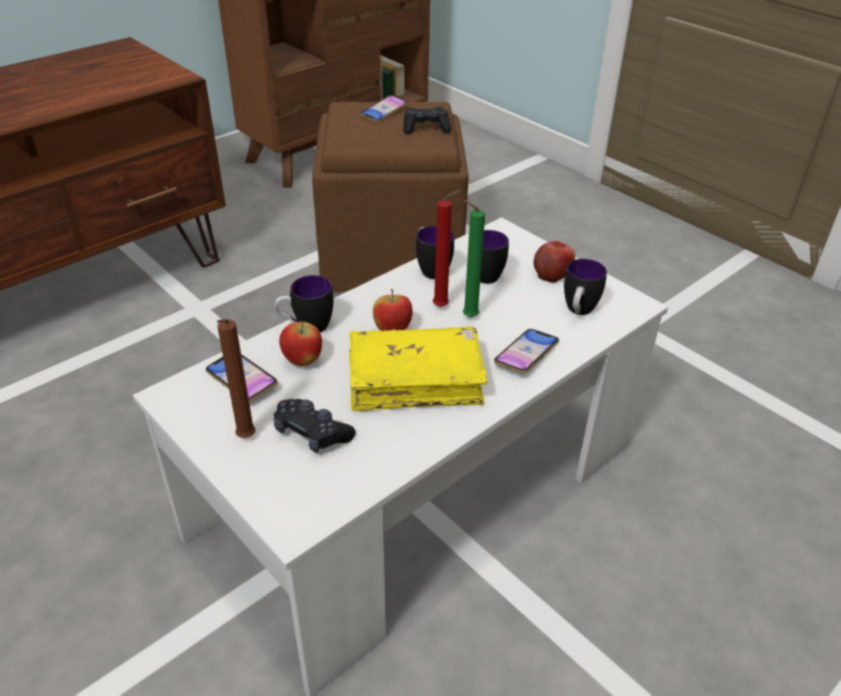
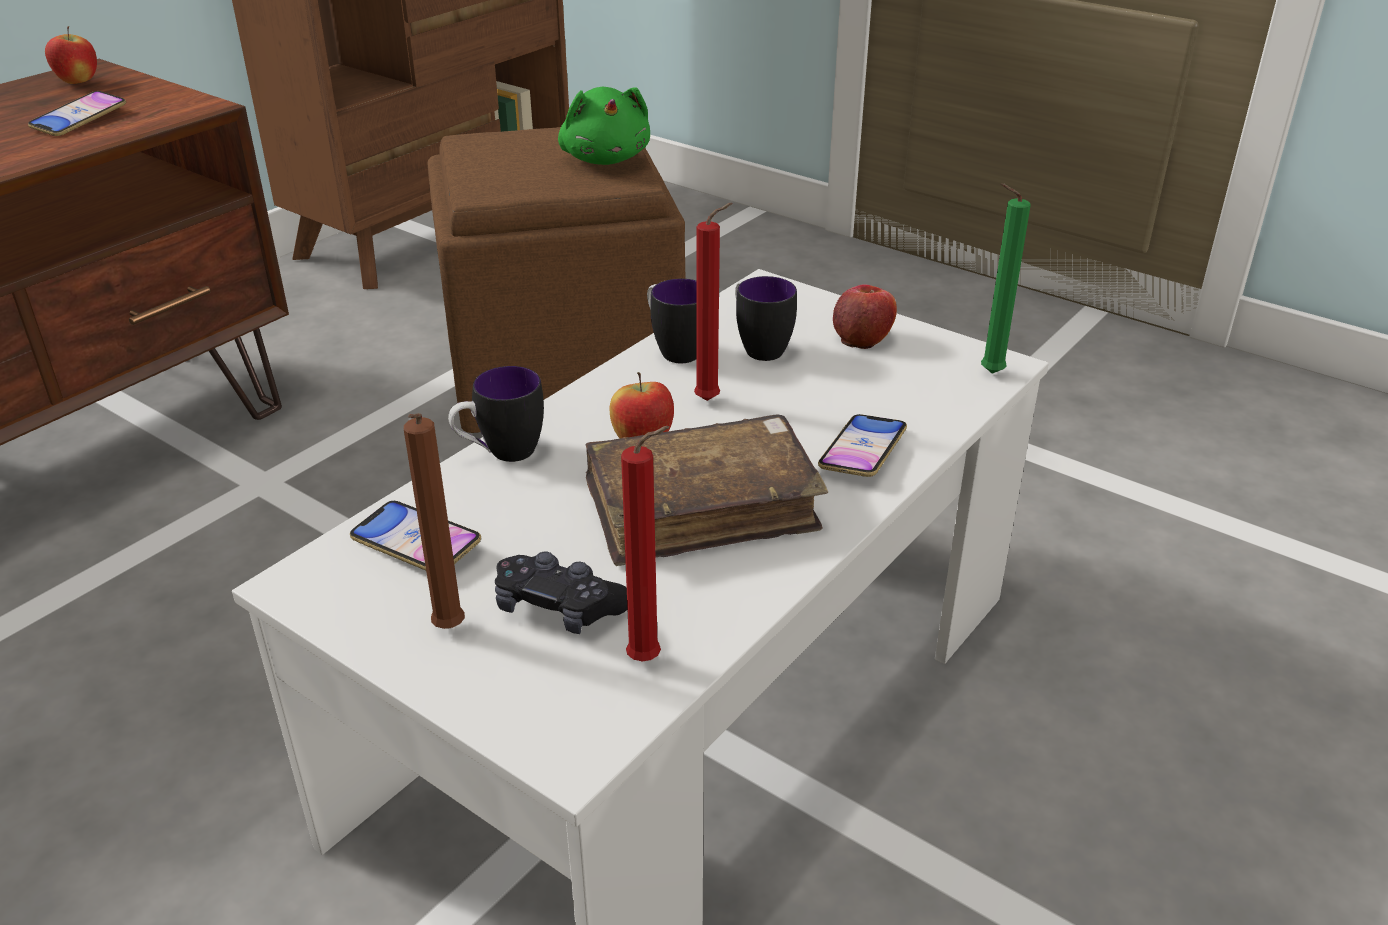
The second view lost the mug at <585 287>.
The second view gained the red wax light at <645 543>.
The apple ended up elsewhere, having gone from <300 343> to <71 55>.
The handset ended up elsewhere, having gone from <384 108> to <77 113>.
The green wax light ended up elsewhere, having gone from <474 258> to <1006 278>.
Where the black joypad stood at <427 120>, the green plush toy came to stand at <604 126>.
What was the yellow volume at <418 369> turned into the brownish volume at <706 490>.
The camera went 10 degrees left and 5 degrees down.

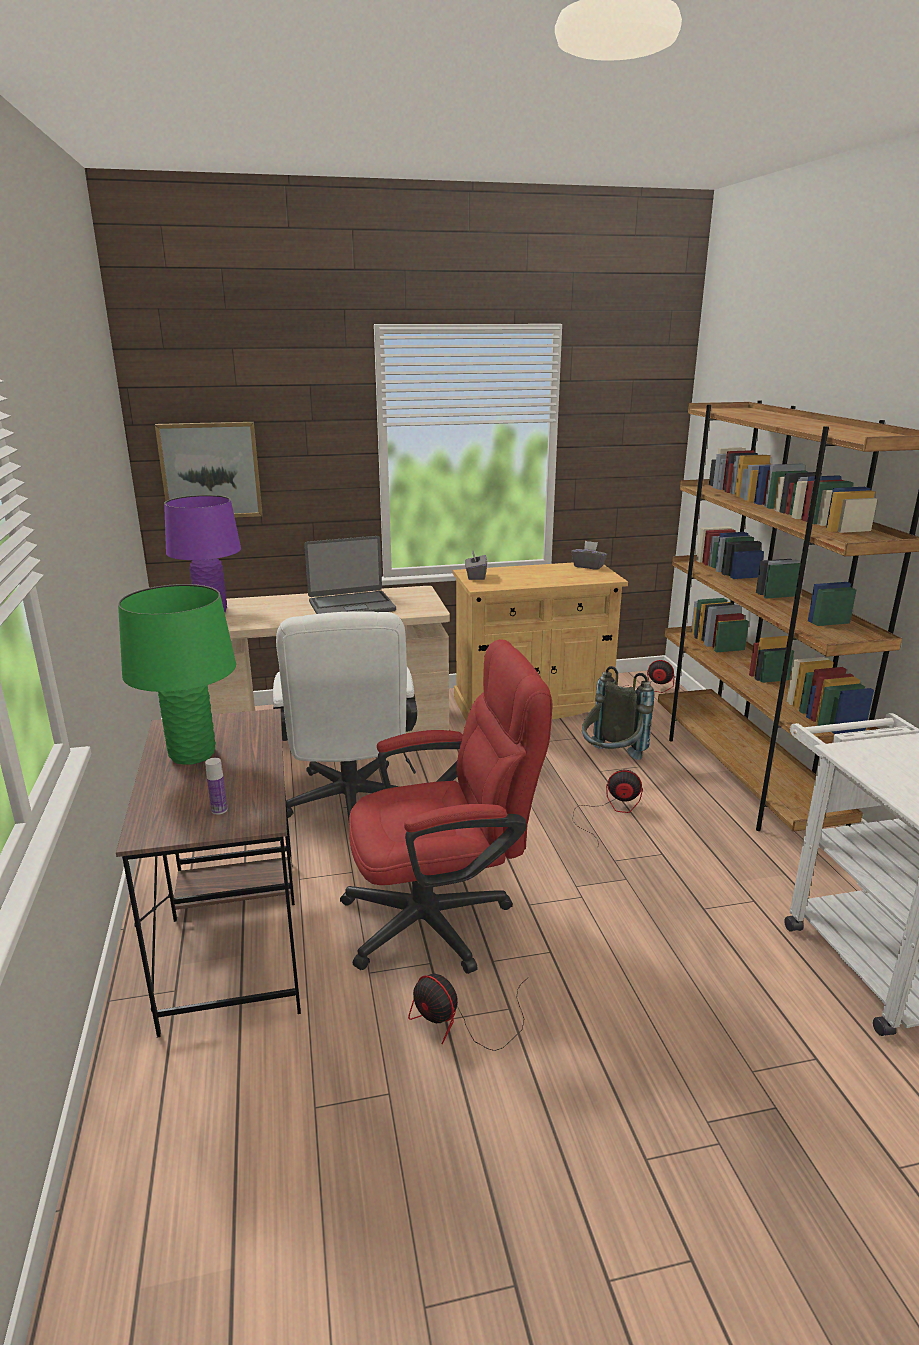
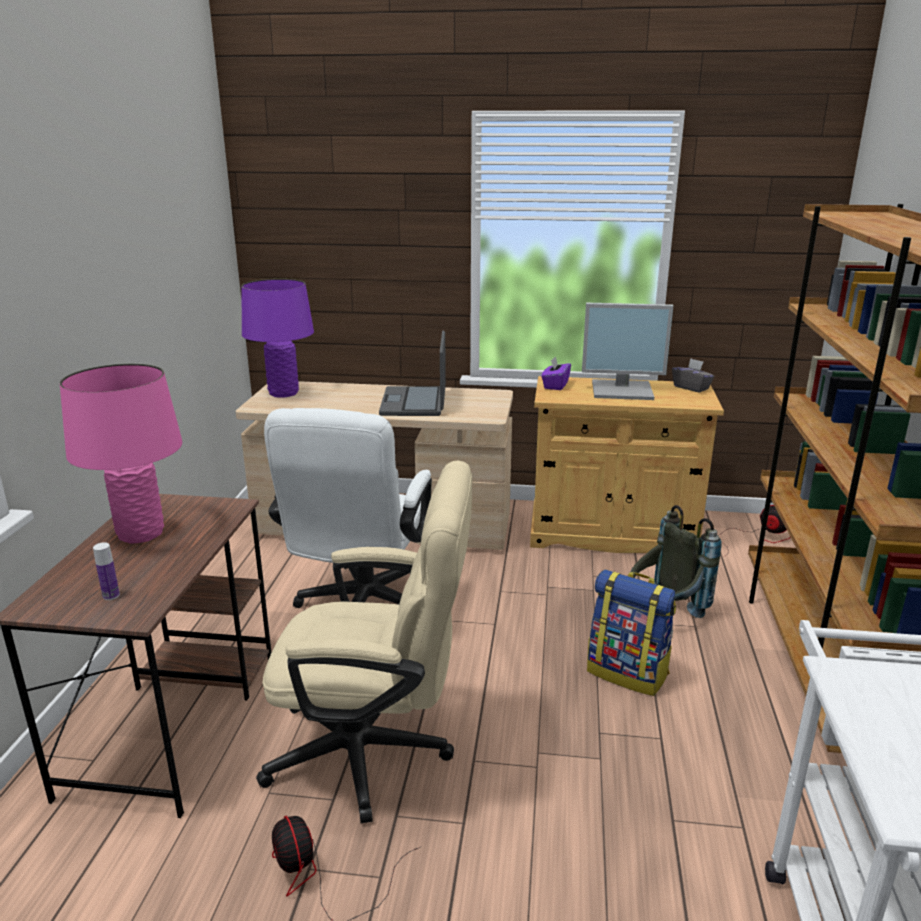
The second view lost the wall picture at <209 470>.
The second view gained the computer display at <627 351>.
Where the fan stood at <607 807>, the rucksack came to stand at <631 632>.
What was the green table lamp at <177 674> turned into the pink-coloured table lamp at <121 454>.
What was the red office chair at <446 806> turned into the beige-coloured office chair at <364 642>.
What was the grey tissue holder at <476 565> turned into the purple tissue holder at <556 373>.
The notebook computer at <350 575> ended up facing another way, 90 degrees clockwise from before.
The camera went 20 degrees right and 0 degrees up.

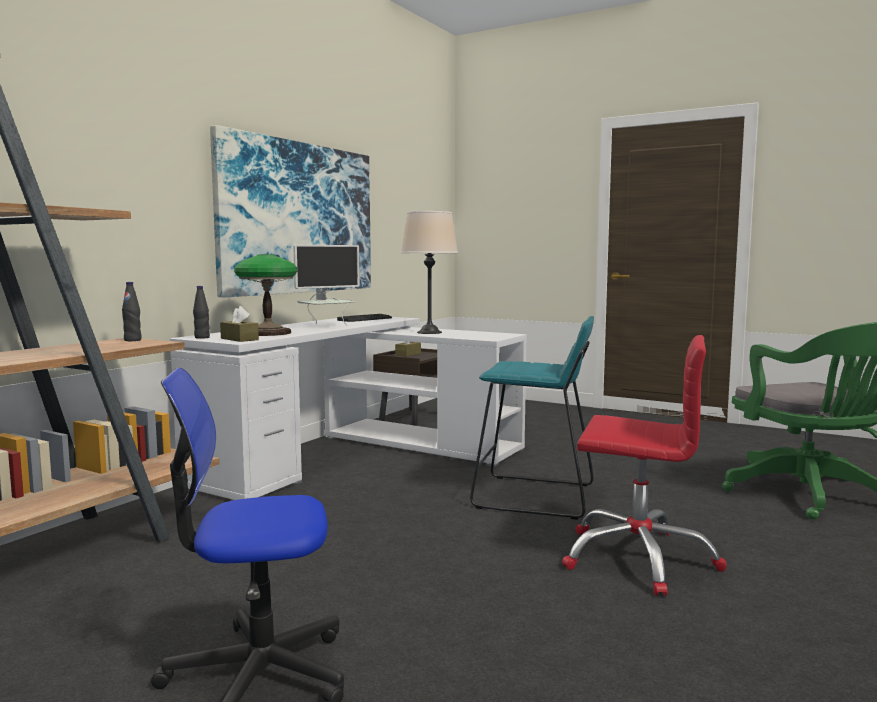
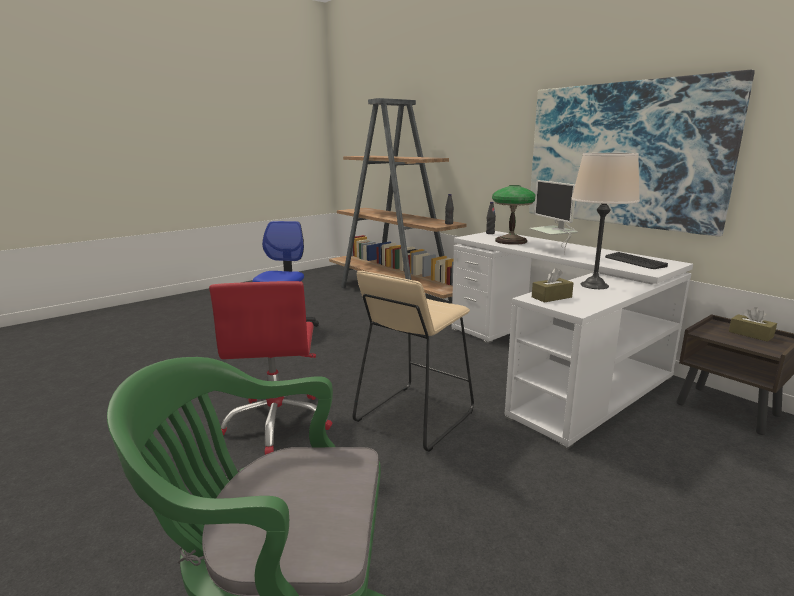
The brownish tissue holder ended up elsewhere, having gone from <239 324> to <553 285>.
What was the turquoise stool at <532 418> turned into the beige-coloured stool at <413 361>.
The red office chair at <644 465> ended up facing another way, 45 degrees counterclockwise from before.
The camera went 110 degrees right and 10 degrees up.

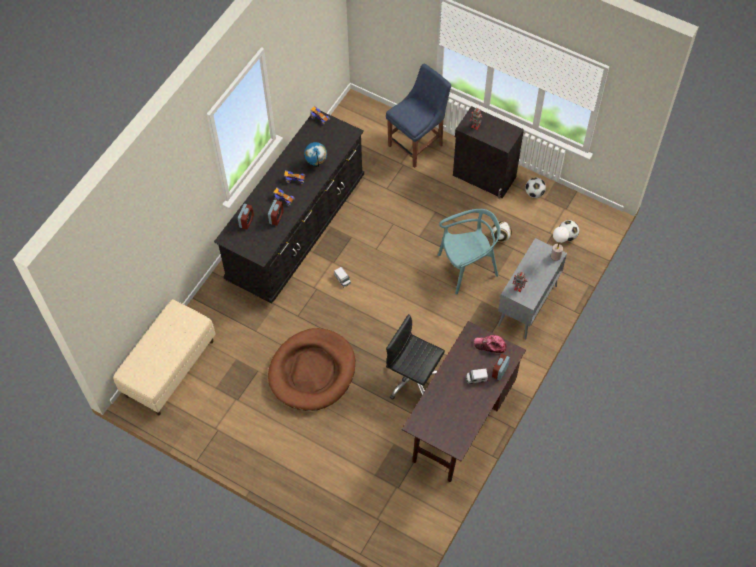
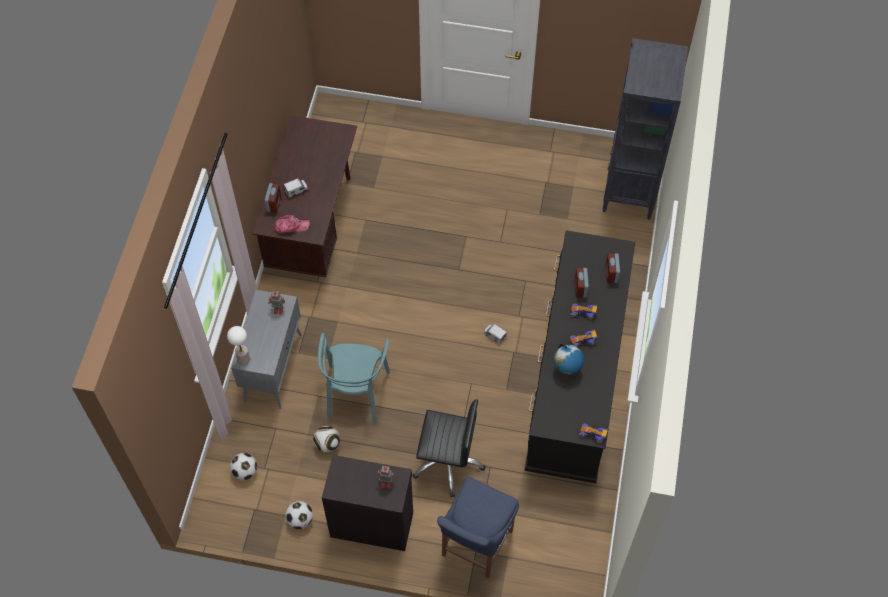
The second view lost the brownish dog cushion at <311 369>.
The black office chair ended up elsewhere, having gone from <415 357> to <449 448>.
Where the beige-coloured bench stood at <164 357>, the black bookshelf came to stand at <645 129>.
The turquoise chair at <469 251> ended up facing another way, 45 degrees counterclockwise from before.
The camera went 160 degrees right and 0 degrees up.

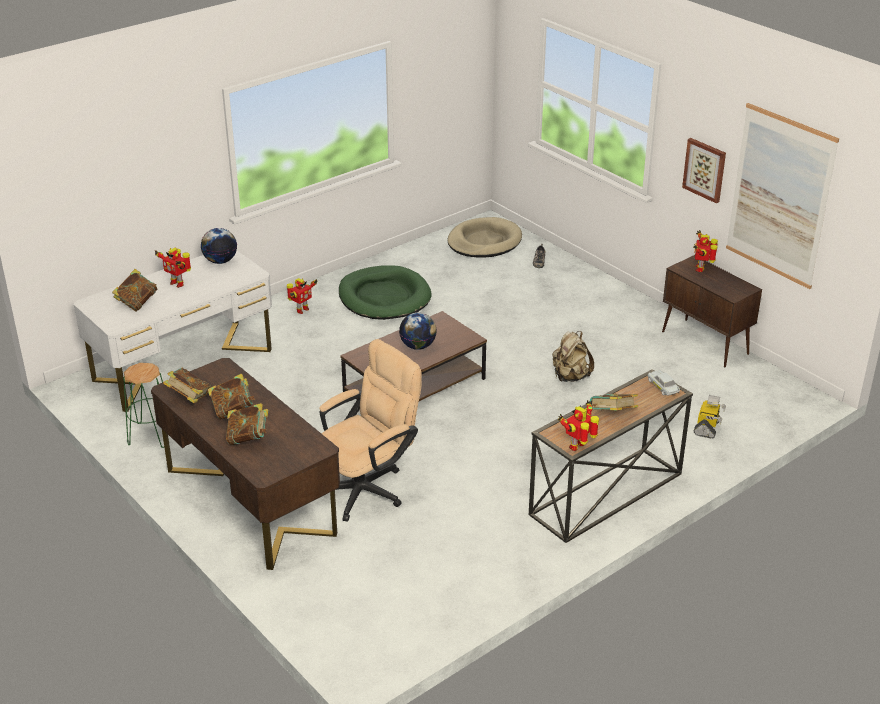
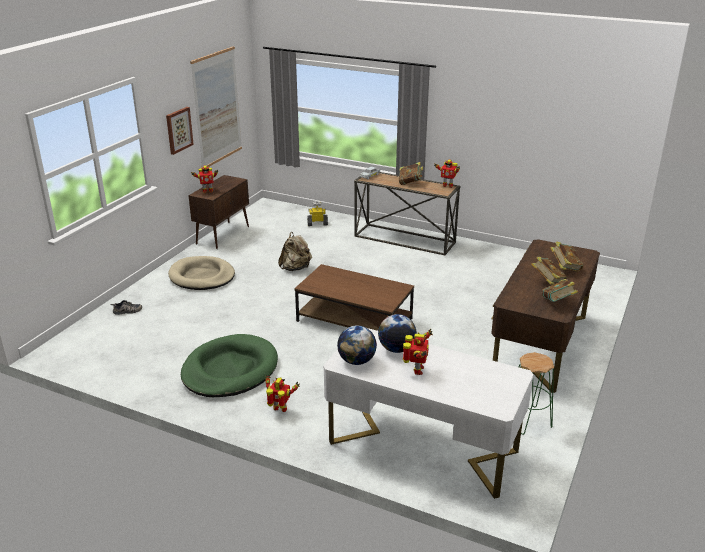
The second view lost the volume at <134 290>.
The second view lost the beige-coloured office chair at <370 430>.
The world globe ended up elsewhere, having gone from <418 331> to <397 333>.
The beige-coloured dog cushion ended up elsewhere, having gone from <485 237> to <201 273>.
The camera went 115 degrees left and 5 degrees down.

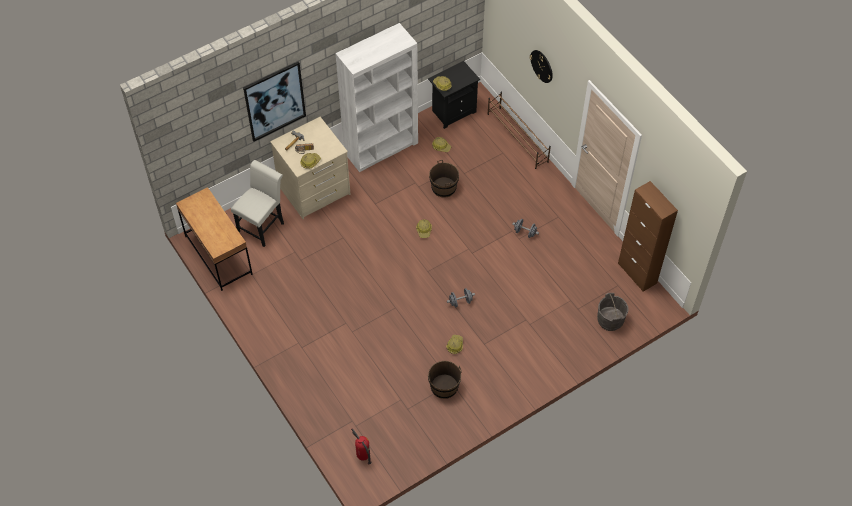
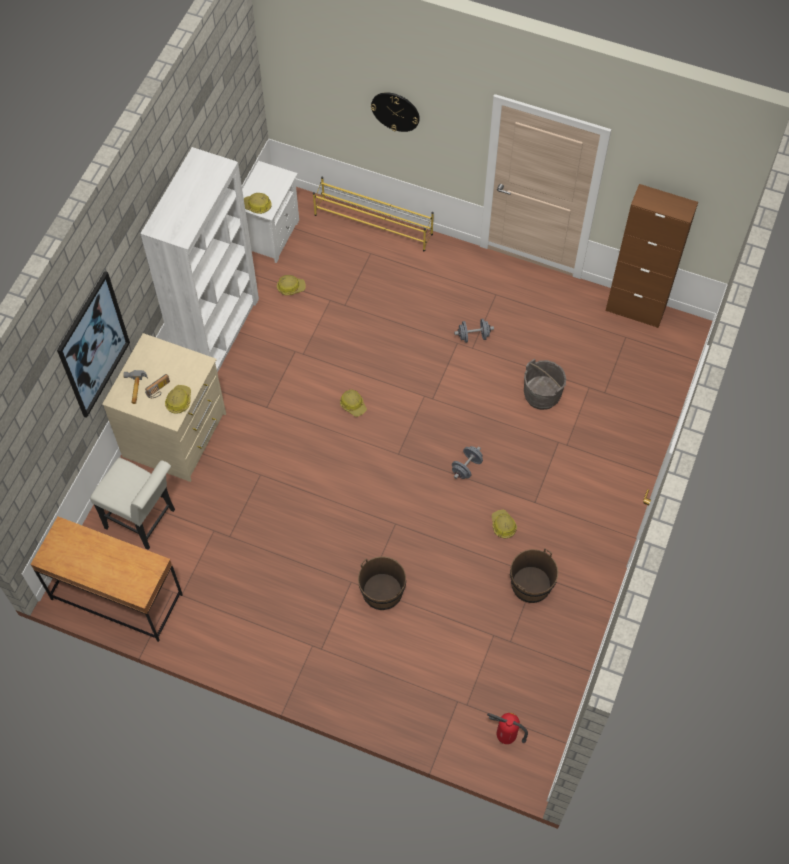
The brownish water bucket ended up elsewhere, having gone from <444 179> to <382 583>.
The grey water bucket ended up elsewhere, having gone from <613 312> to <545 384>.
What was the black night table at <454 95> turned into the white night table at <270 212>.
What was the brownish shoe rack at <519 130> turned into the yellow shoe rack at <373 214>.
The white chair at <257 203> ended up facing another way, 120 degrees clockwise from before.
The camera went 35 degrees left and 5 degrees up.

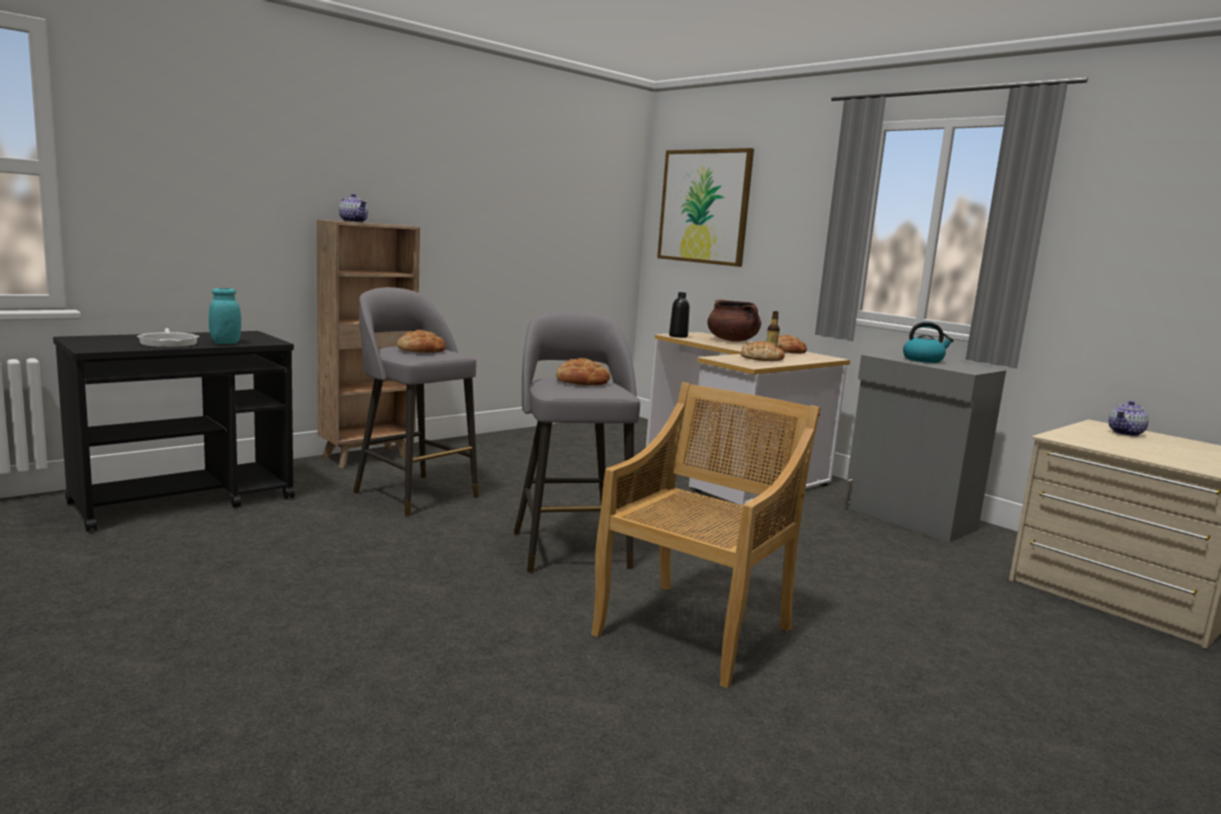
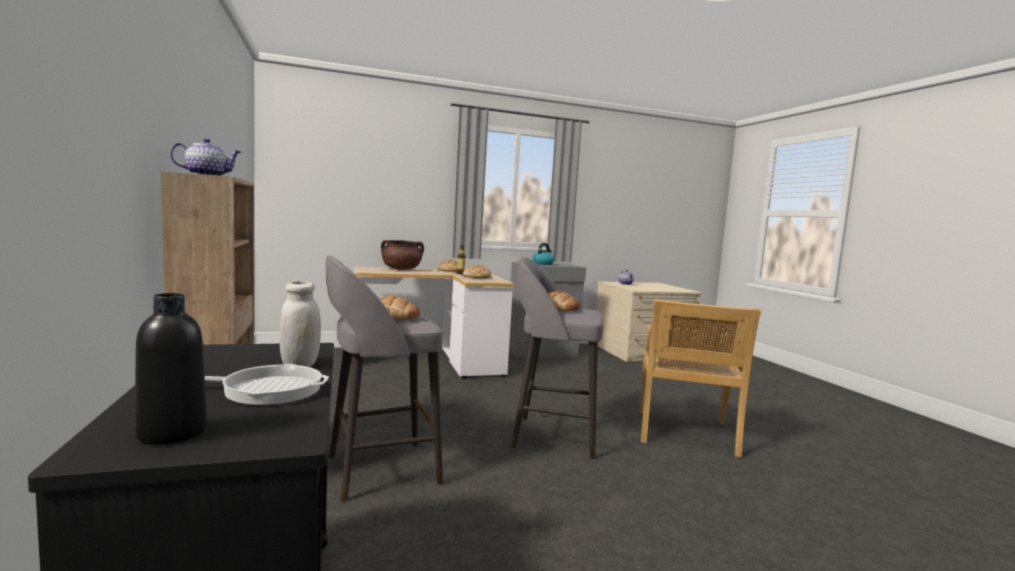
The second view lost the wall picture at <705 207>.
The black drink bottle ended up elsewhere, having gone from <679 315> to <171 369>.
What was the turquoise preserve jar at <225 316> turned into the white preserve jar at <300 324>.
The beige-coloured chair at <706 535> ended up facing another way, 135 degrees counterclockwise from before.
The camera went 65 degrees left and 5 degrees down.

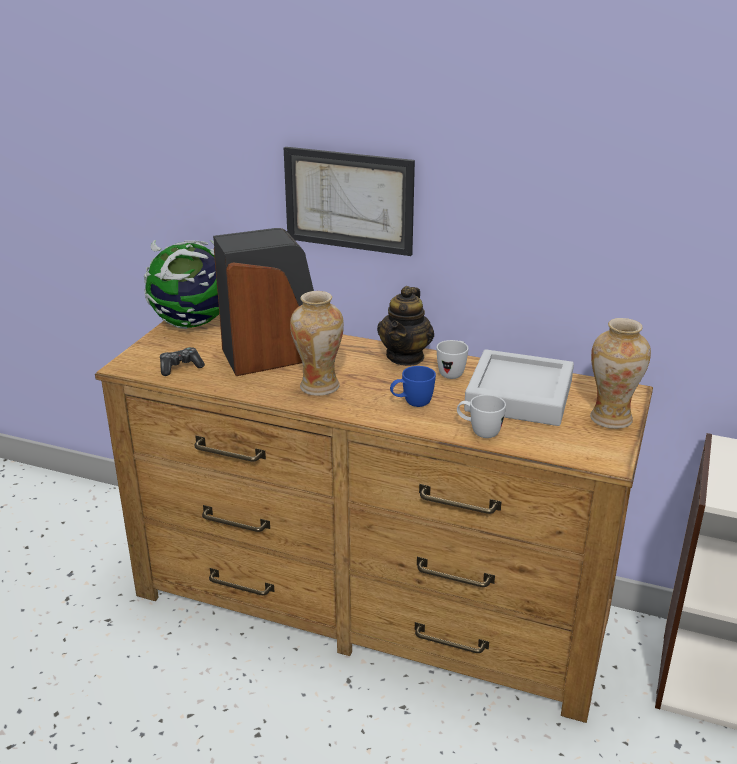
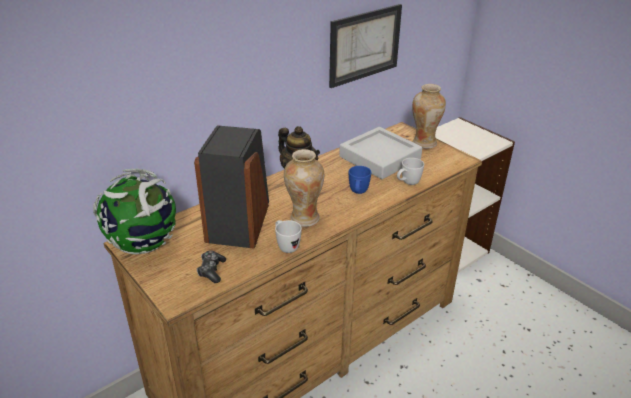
The wall picture ended up elsewhere, having gone from <349 201> to <365 46>.
The white mug ended up elsewhere, having gone from <453 359> to <288 236>.
The camera went 60 degrees left and 5 degrees up.

